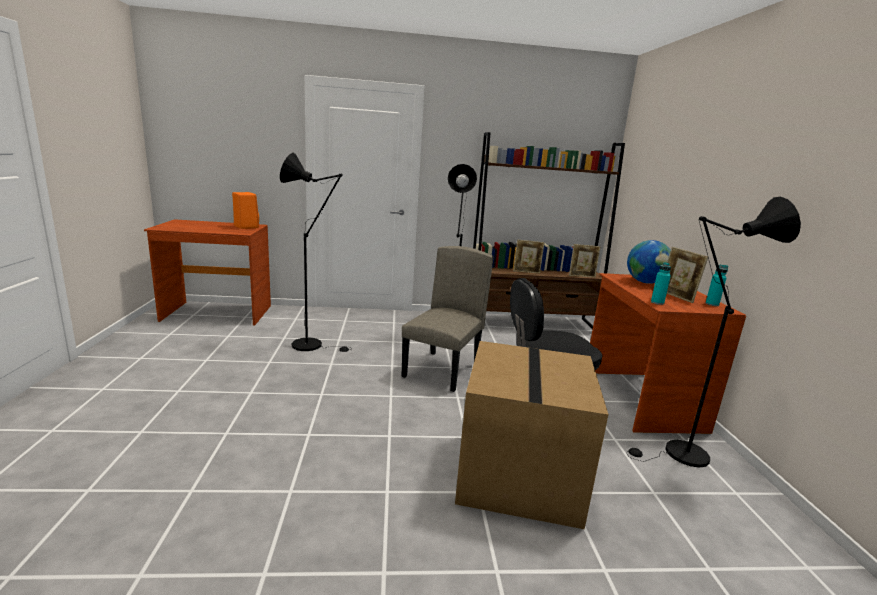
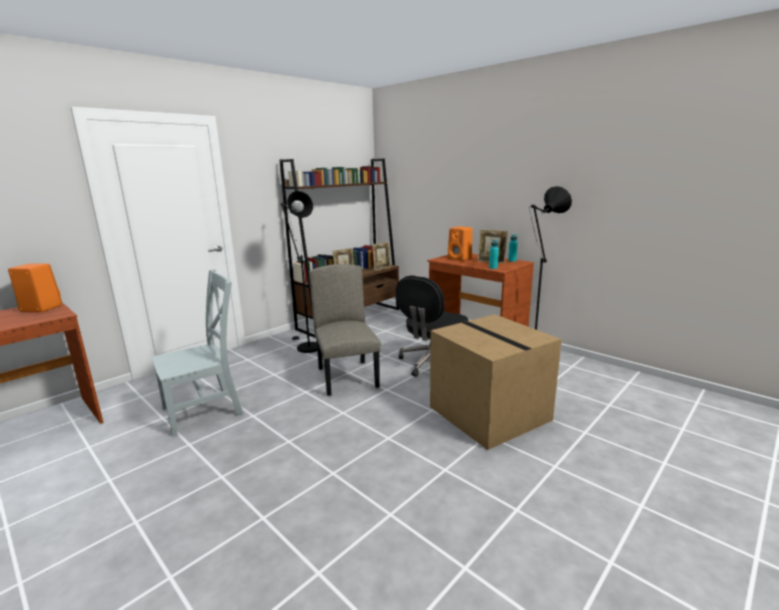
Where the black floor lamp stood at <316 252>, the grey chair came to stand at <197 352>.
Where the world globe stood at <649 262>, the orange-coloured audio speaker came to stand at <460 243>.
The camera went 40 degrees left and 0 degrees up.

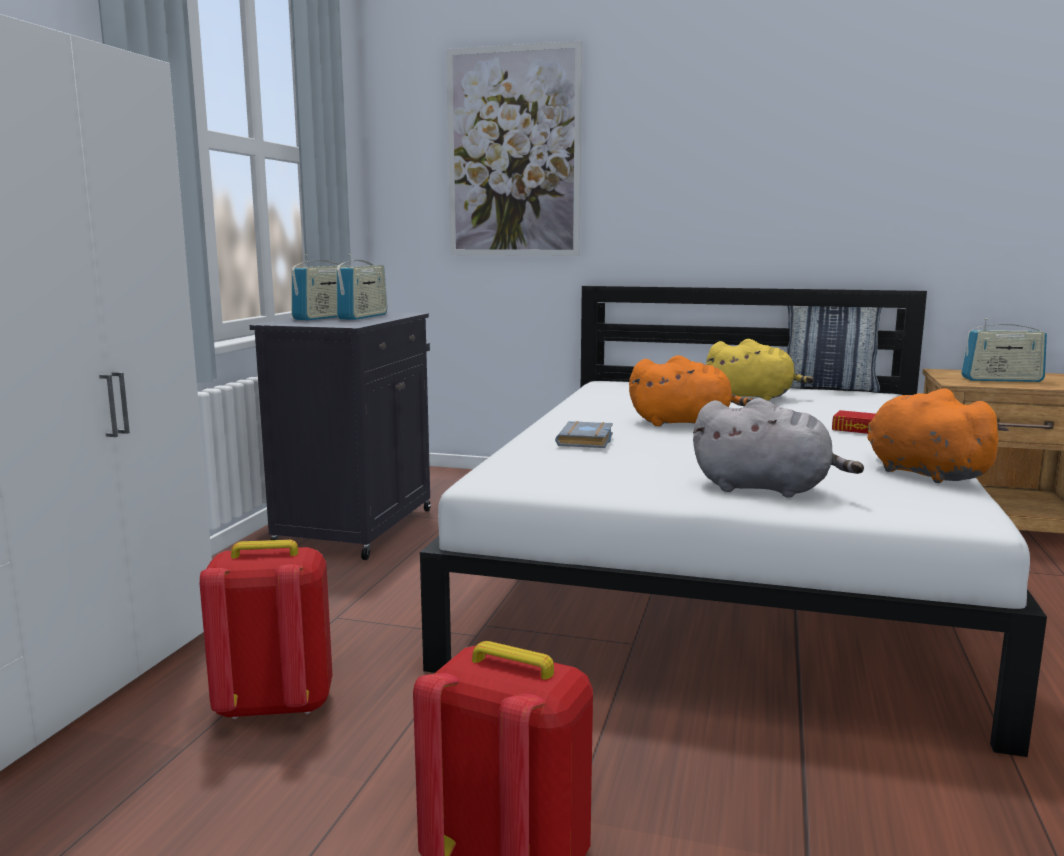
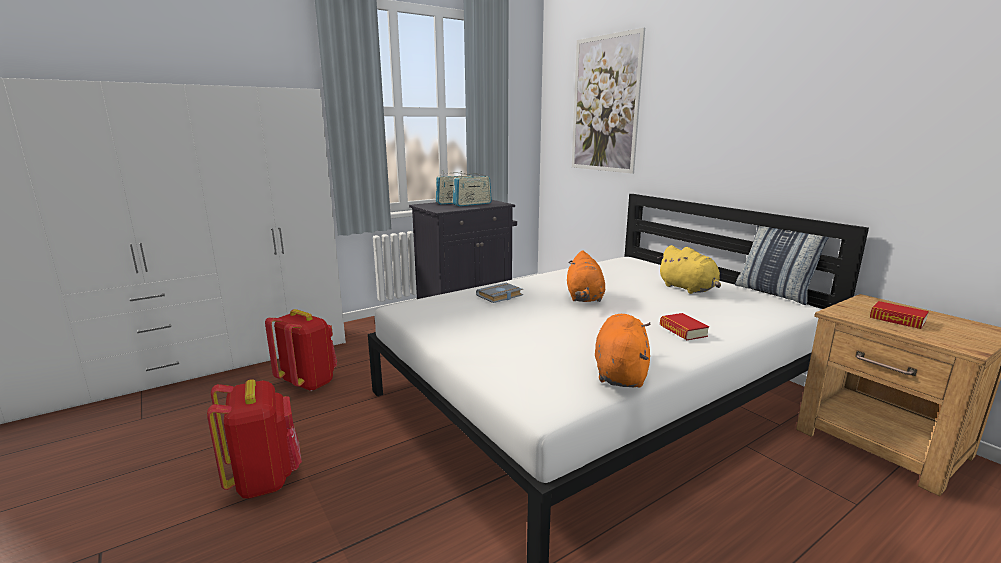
The second view lost the grey plush toy at <778 448>.
Where the radio receiver stood at <1004 350>, the volume came to stand at <899 315>.
The orange-coloured plush toy at <691 390> ended up facing another way, 45 degrees clockwise from before.
The camera went 40 degrees right and 5 degrees up.

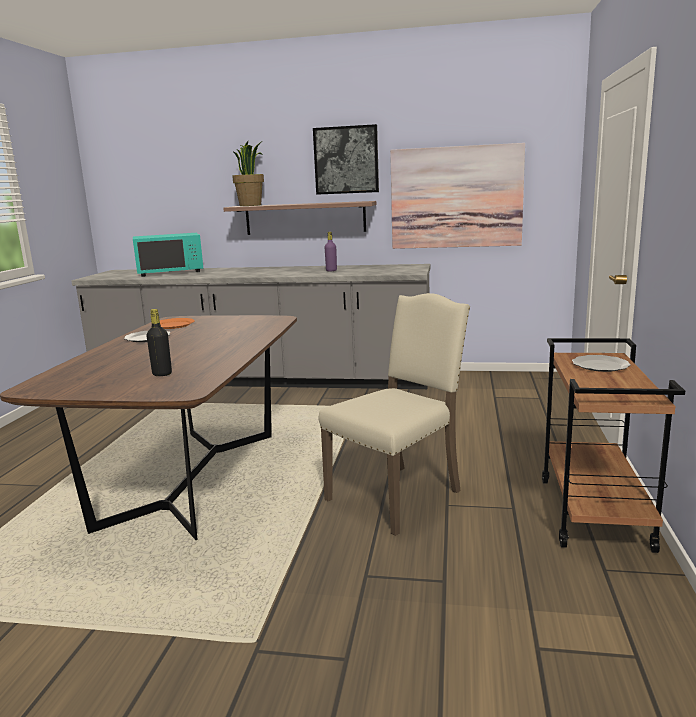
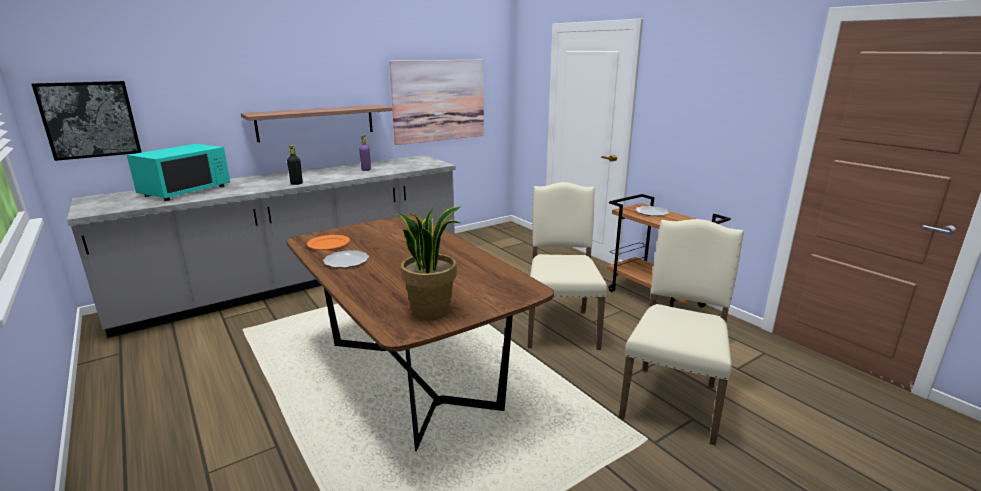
The second view gained the beige-coloured chair at <681 332>.
The black drink bottle ended up elsewhere, having gone from <159 342> to <295 165>.
The houseplant ended up elsewhere, having gone from <248 173> to <428 263>.
The wall picture ended up elsewhere, having gone from <346 159> to <87 121>.
The camera went 45 degrees left and 5 degrees up.

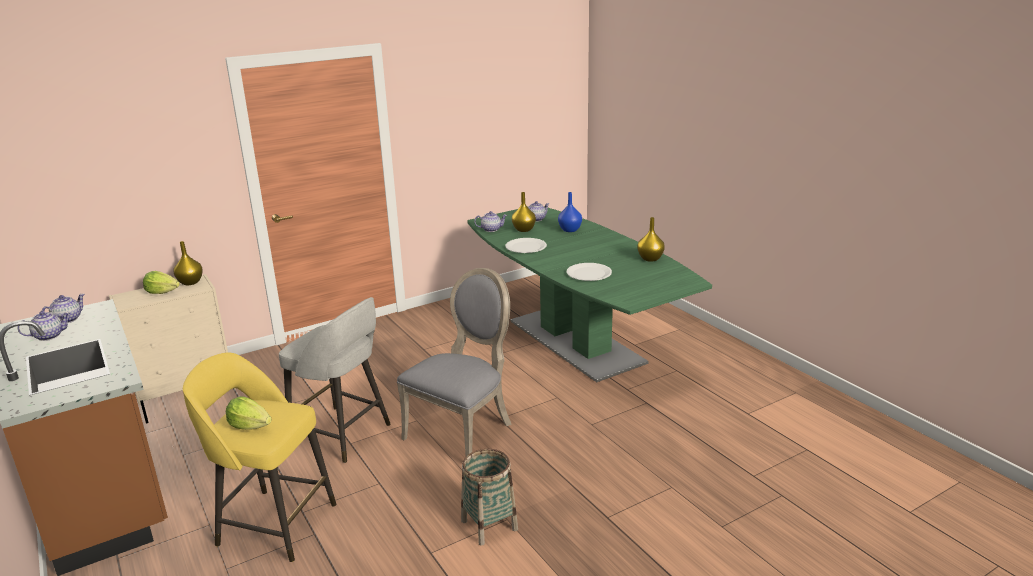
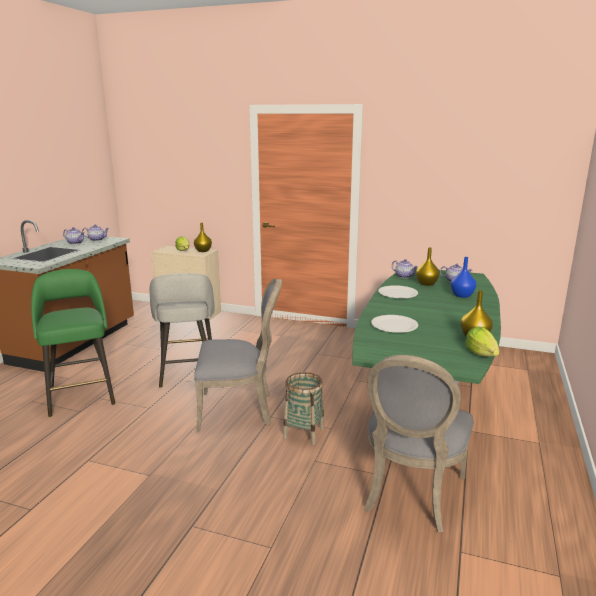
The second view gained the grey chair at <419 443>.
The lettuce ended up elsewhere, having gone from <249 413> to <482 341>.
The basket ended up elsewhere, having gone from <489 497> to <304 408>.
What was the yellow stool at <259 457> turned into the green stool at <73 343>.
The camera went 50 degrees right and 5 degrees down.

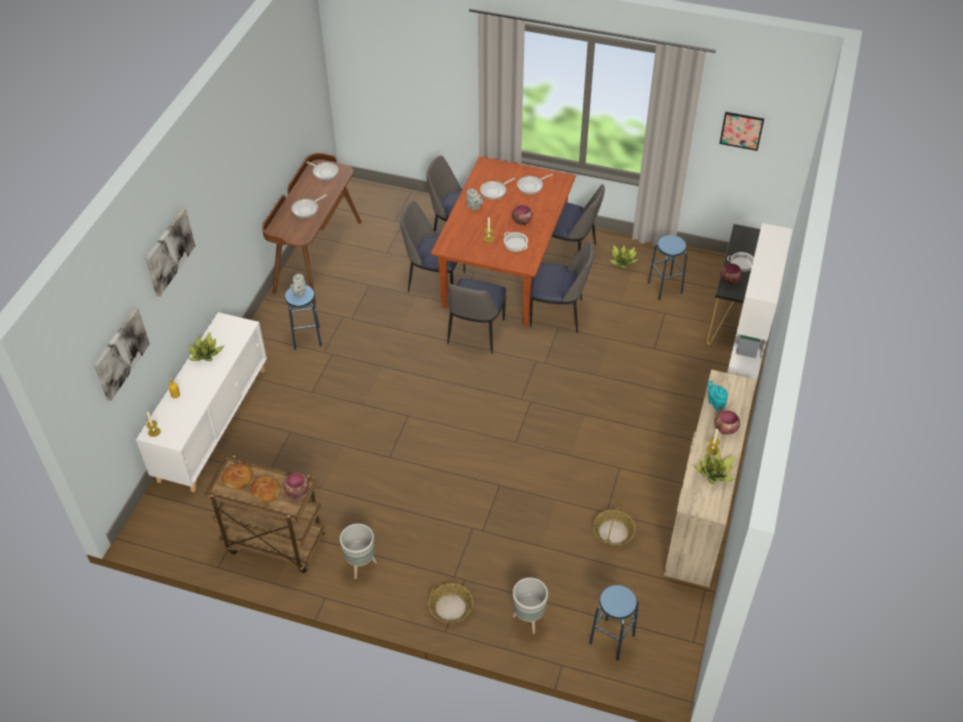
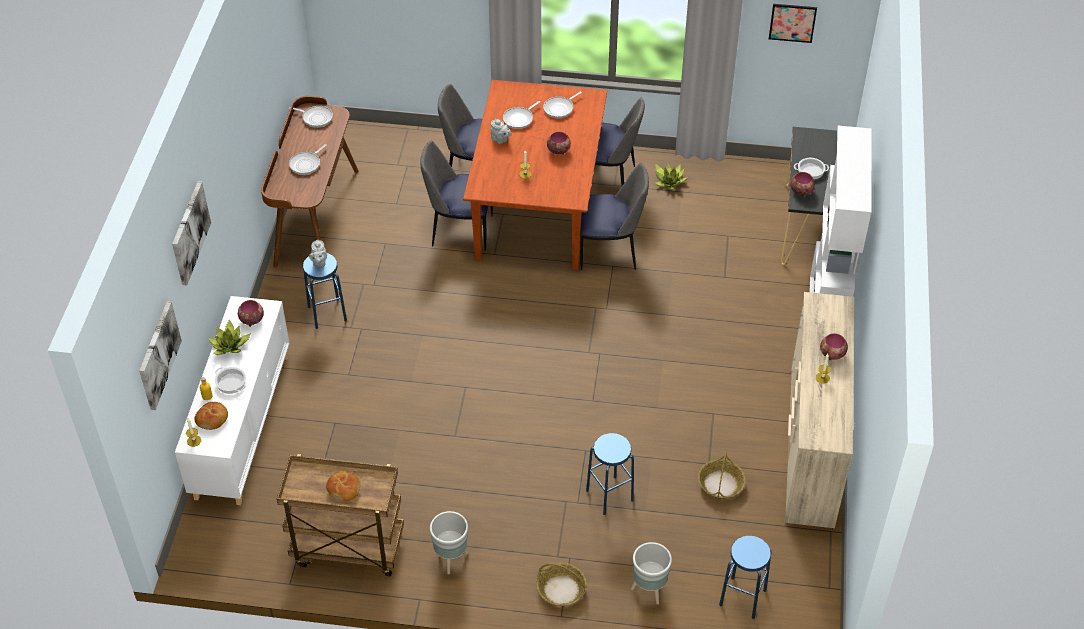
The second view lost the chair at <476 316>.
The second view lost the houseplant at <714 468>.
The second view lost the turquoise tea pot at <717 394>.
The bread ended up elsewhere, having gone from <237 476> to <211 416>.
The deep dish ended up elsewhere, having gone from <296 485> to <251 313>.
The cooking pot ended up elsewhere, having gone from <516 242> to <230 380>.
The bluish stool ended up elsewhere, having gone from <667 267> to <610 474>.
The camera went 10 degrees left and 0 degrees up.

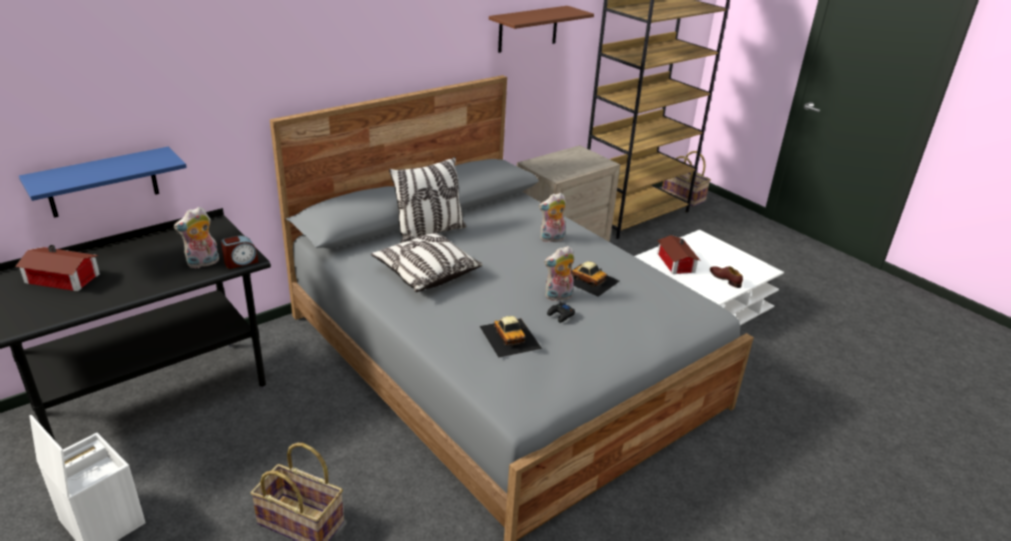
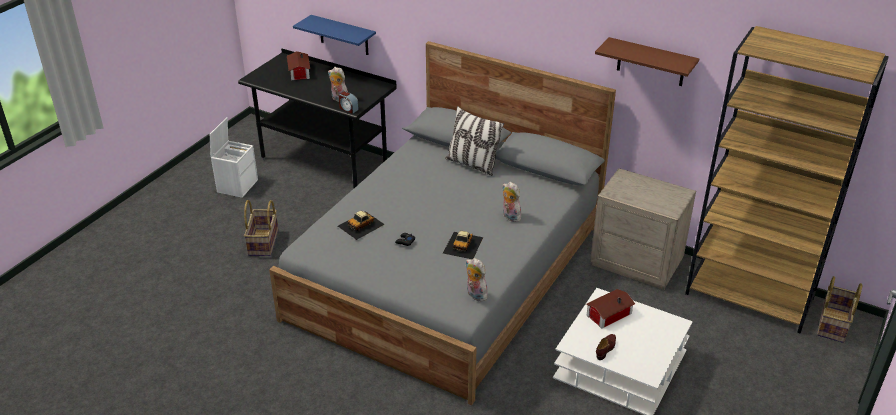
The second view lost the throw pillow at <427 262>.
The plush toy ended up elsewhere, having gone from <559 273> to <477 280>.
The camera went 70 degrees right and 5 degrees up.

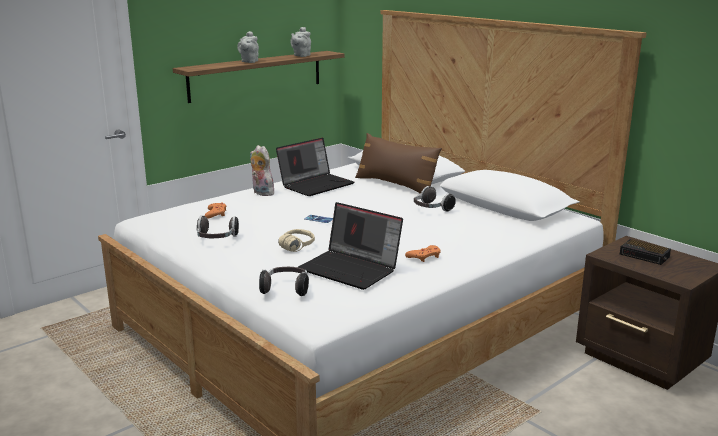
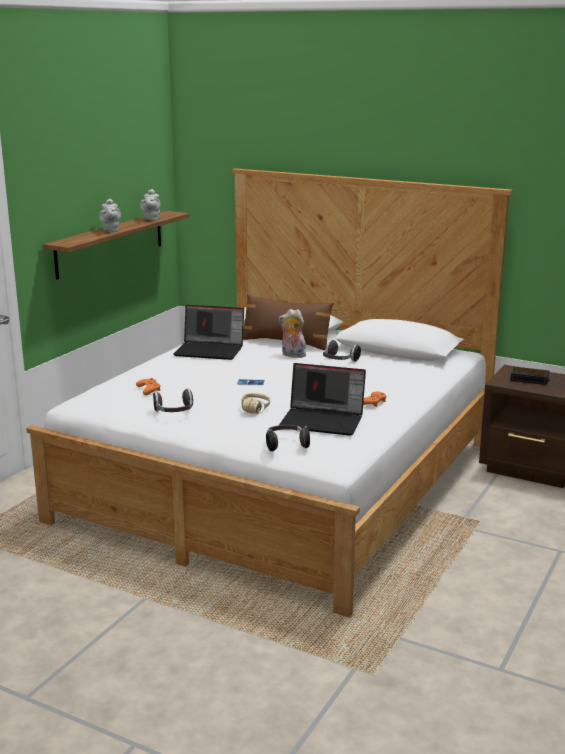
The plush toy ended up elsewhere, having gone from <262 170> to <292 333>.
The notebook computer at <315 166> ended up facing another way, 75 degrees clockwise from before.
The camera went 20 degrees left and 0 degrees up.

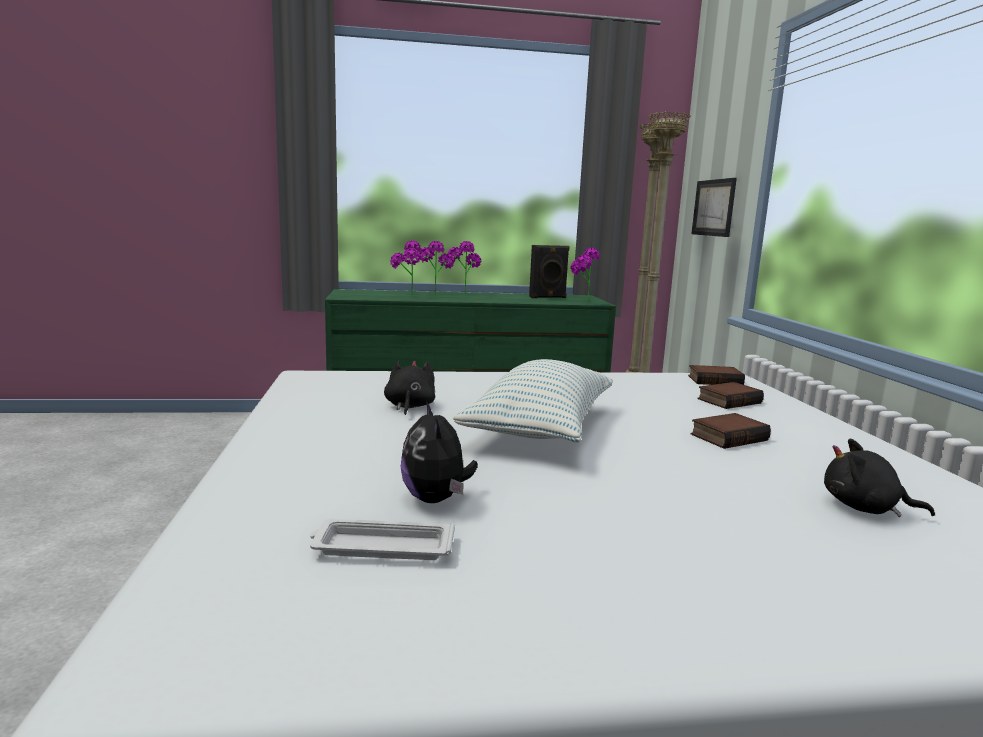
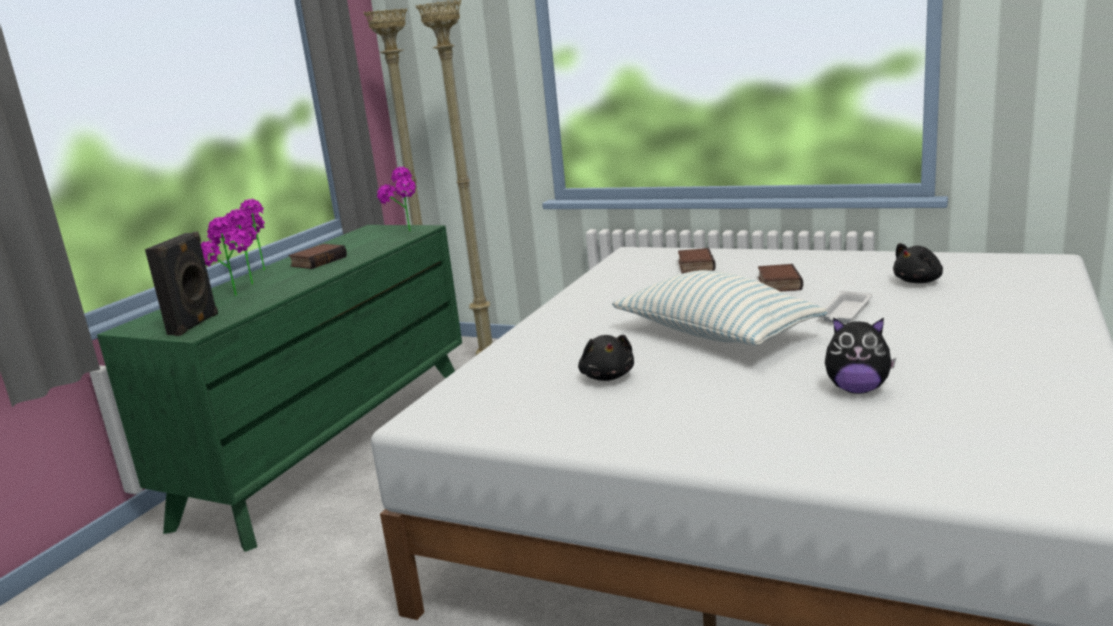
The second view lost the wall picture at <714 207>.
The white tray ended up elsewhere, having gone from <382 539> to <846 307>.
The black audio speaker ended up elsewhere, having gone from <549 271> to <181 284>.
The volume ended up elsewhere, having gone from <716 375> to <317 256>.
The black plush toy at <409 387> ended up facing another way, 135 degrees counterclockwise from before.
The camera went 55 degrees left and 5 degrees up.

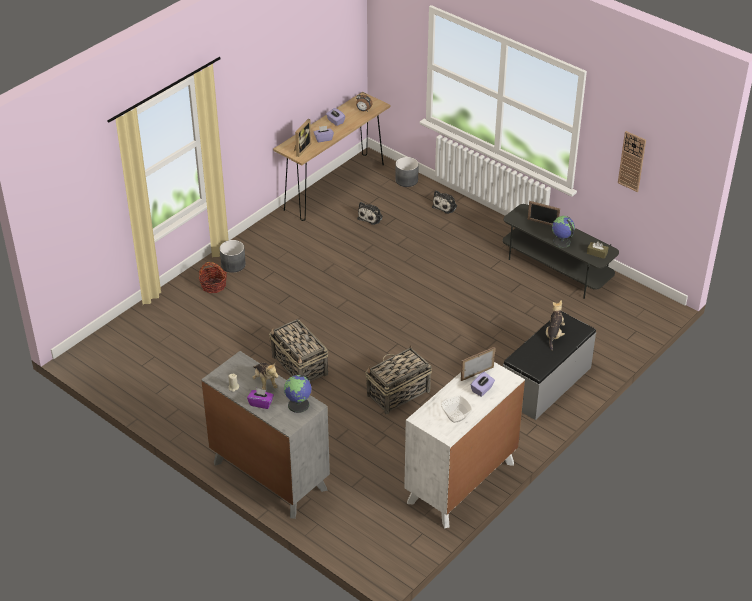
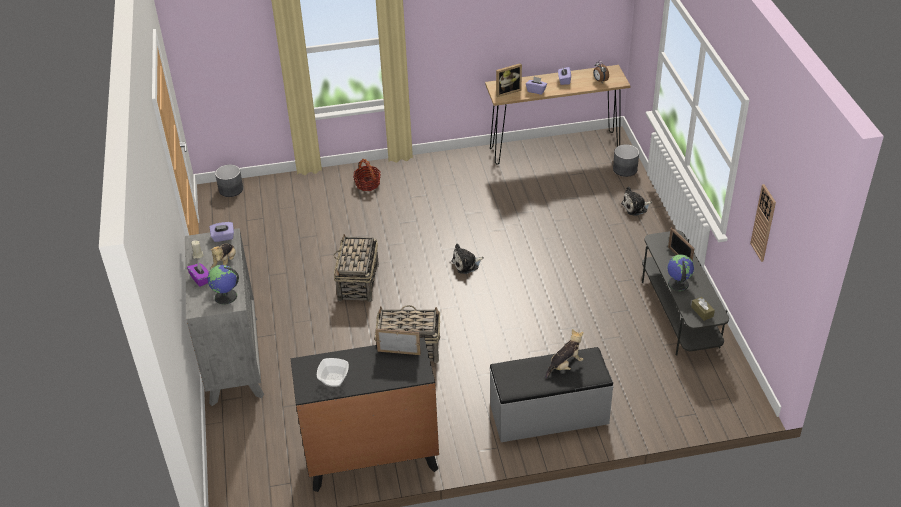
The grey planter ended up elsewhere, having gone from <233 256> to <229 181>.
The plush toy ended up elsewhere, having gone from <370 213> to <467 258>.
The purple tissue holder ended up elsewhere, having gone from <483 384> to <221 232>.
What was the white chest of drawers at <464 445> turned into the black chest of drawers at <364 415>.
The camera went 40 degrees right and 0 degrees up.

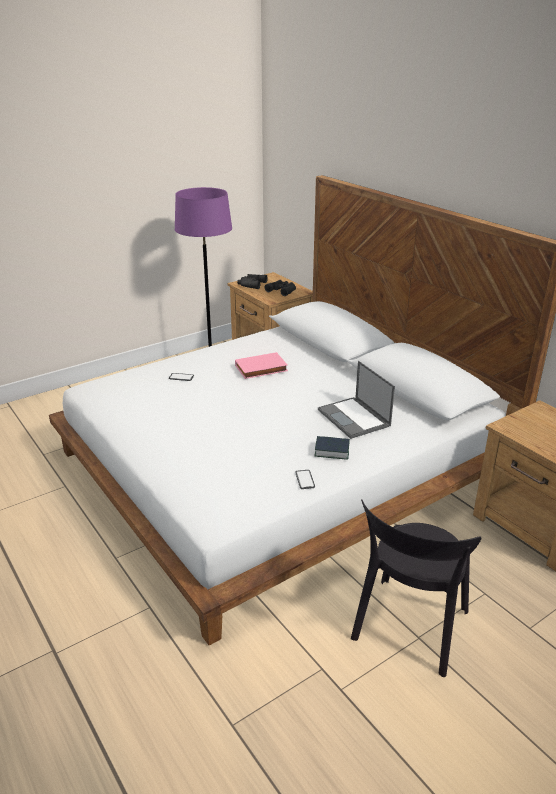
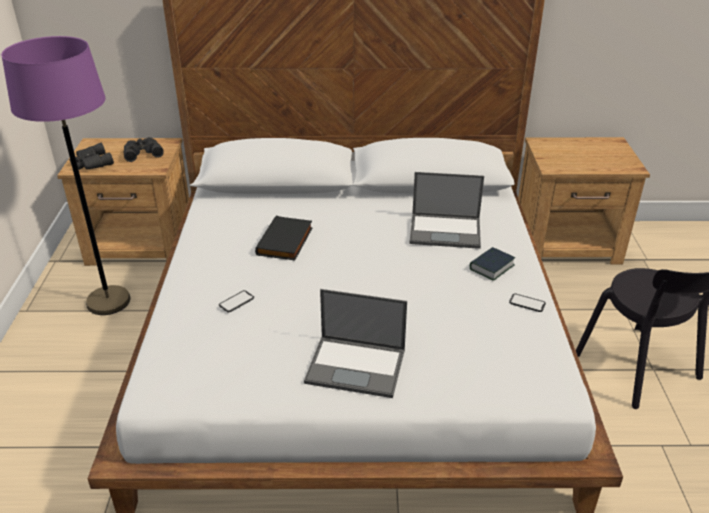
The second view gained the notebook computer at <355 343>.
What was the pink-coloured volume at <261 365> turned into the black volume at <284 238>.
The camera went 55 degrees left and 5 degrees up.

